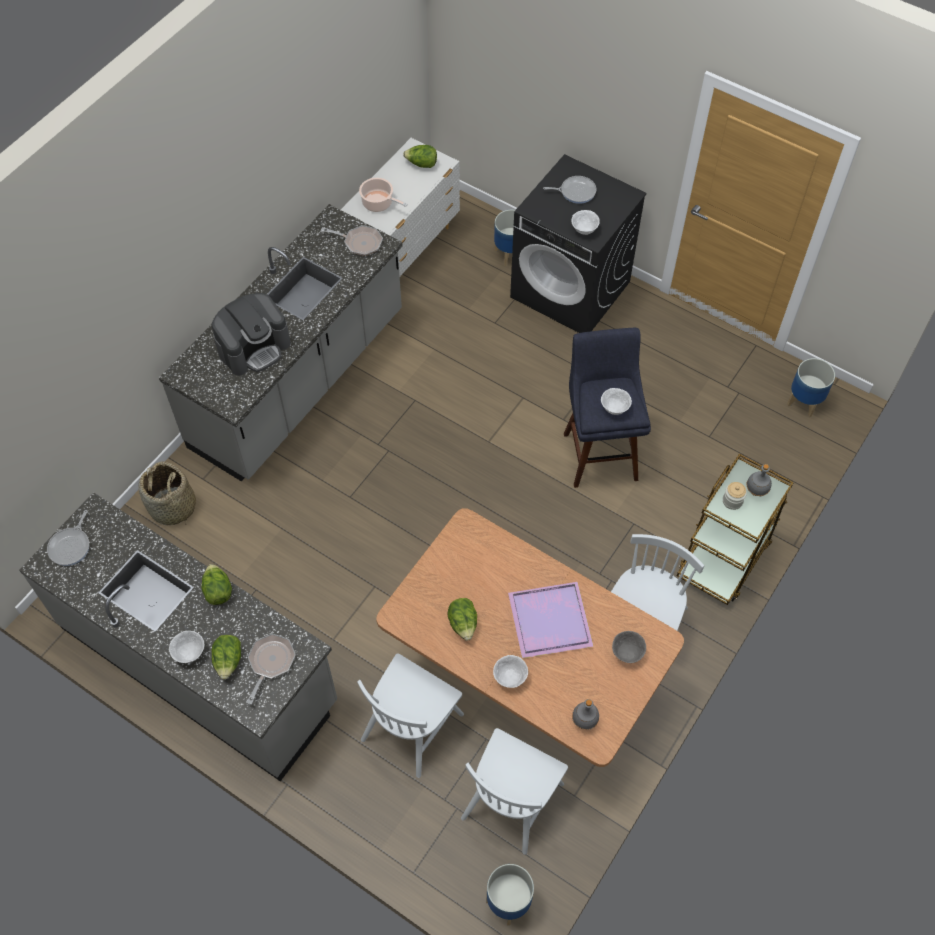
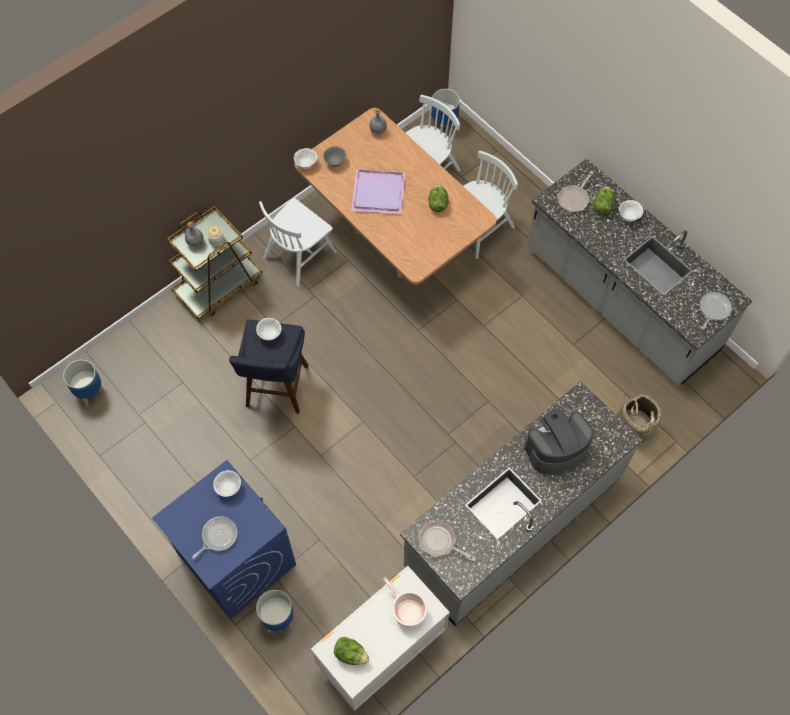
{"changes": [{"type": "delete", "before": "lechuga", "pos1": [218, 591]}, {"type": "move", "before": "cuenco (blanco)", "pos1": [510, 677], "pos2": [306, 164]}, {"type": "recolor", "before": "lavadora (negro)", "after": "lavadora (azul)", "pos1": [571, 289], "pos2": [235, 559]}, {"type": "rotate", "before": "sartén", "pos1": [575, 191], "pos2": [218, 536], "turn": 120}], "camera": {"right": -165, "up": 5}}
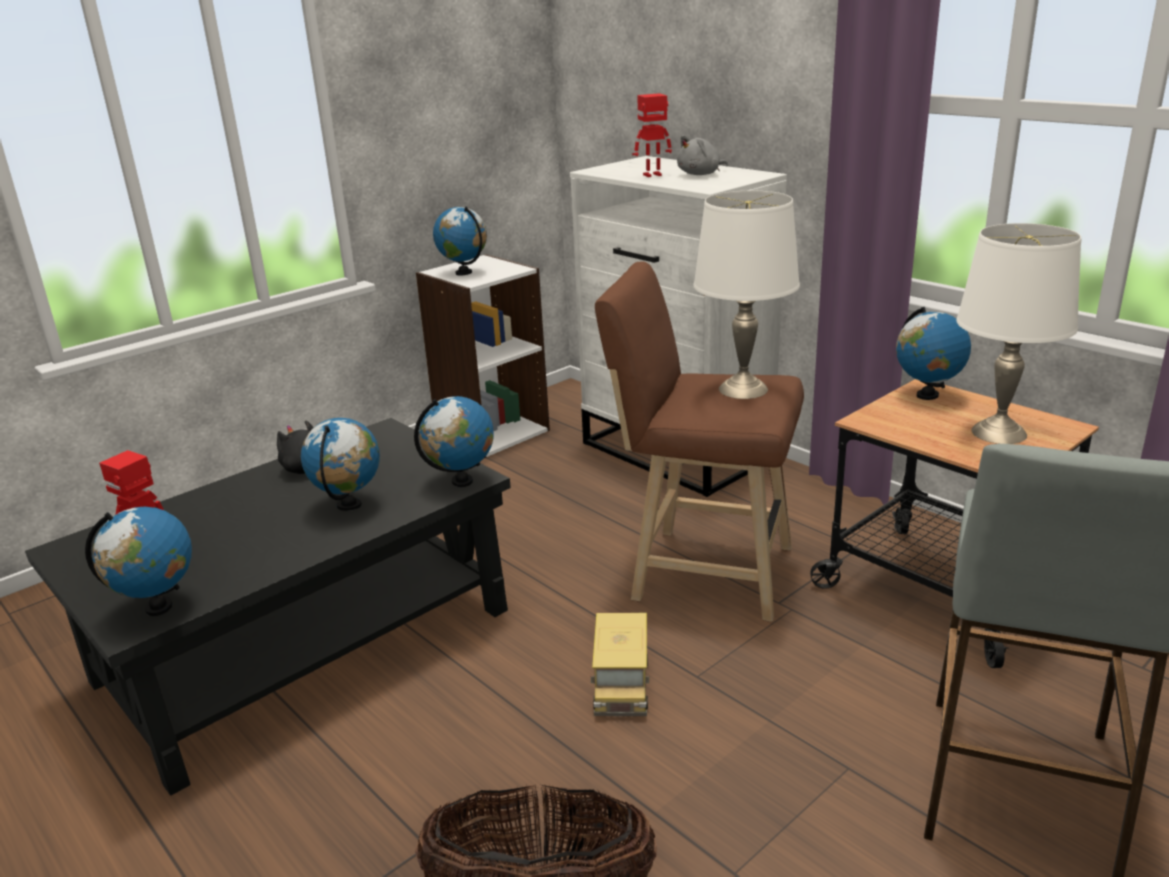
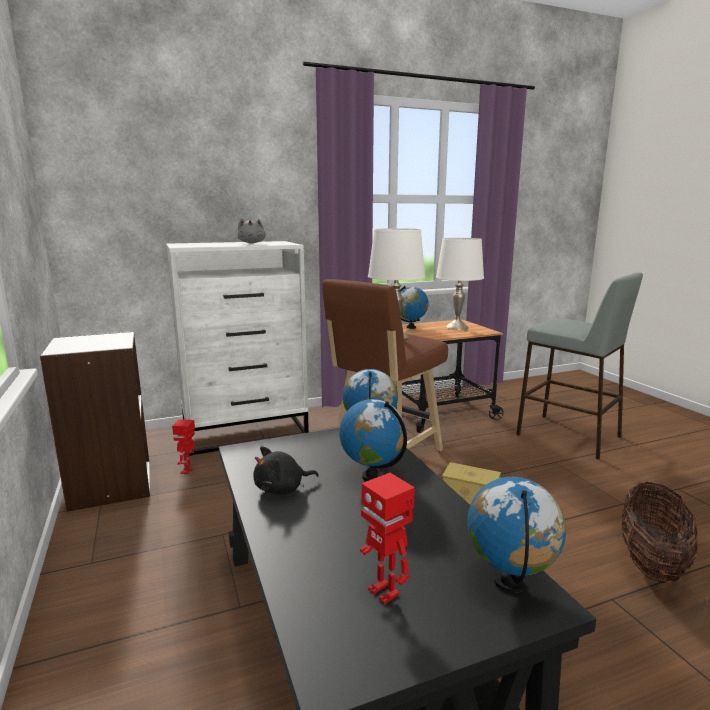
{"changes": [{"type": "delete", "before": "globo terráqueo", "pos1": [464, 273]}, {"type": "move", "before": "robot de juguete", "pos1": [653, 175], "pos2": [187, 471]}], "camera": {"right": -70, "up": -10}}
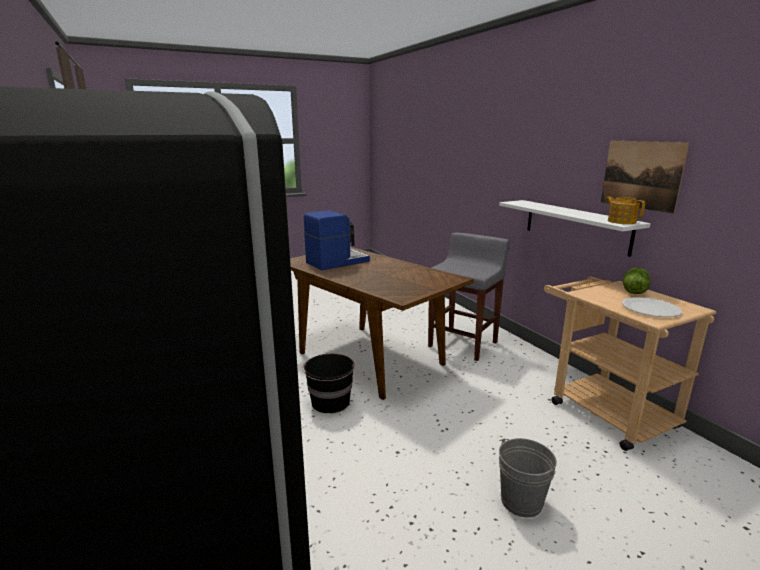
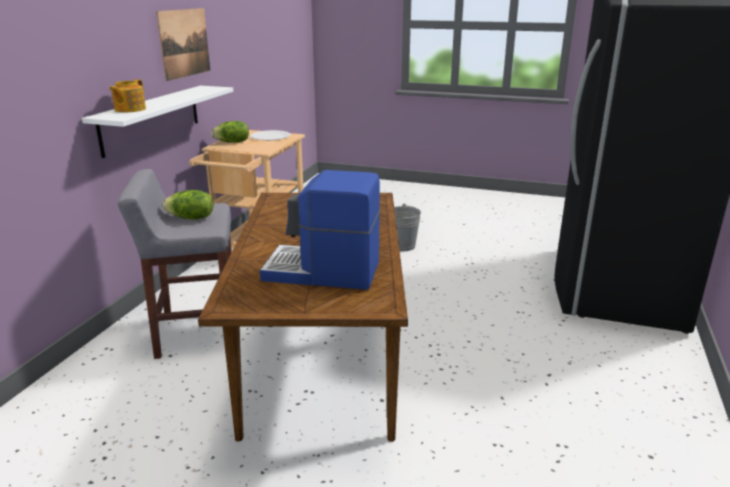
{"changes": [{"type": "delete", "before": "cubo (negro)", "pos1": [330, 402]}, {"type": "insert", "after": "lechuga", "pos2": [191, 218]}, {"type": "move", "before": "tetera", "pos1": [621, 221], "pos2": [129, 109]}], "camera": {"right": -135, "up": 5}}
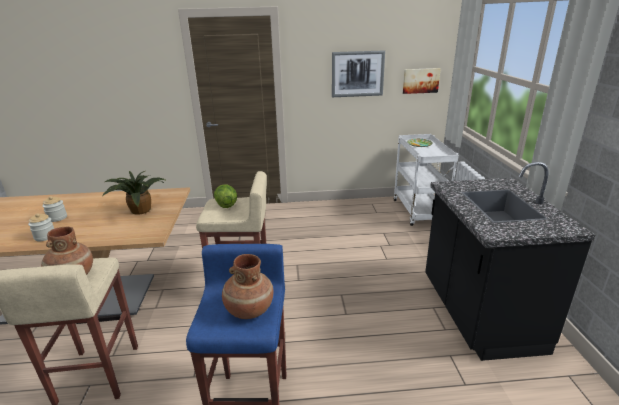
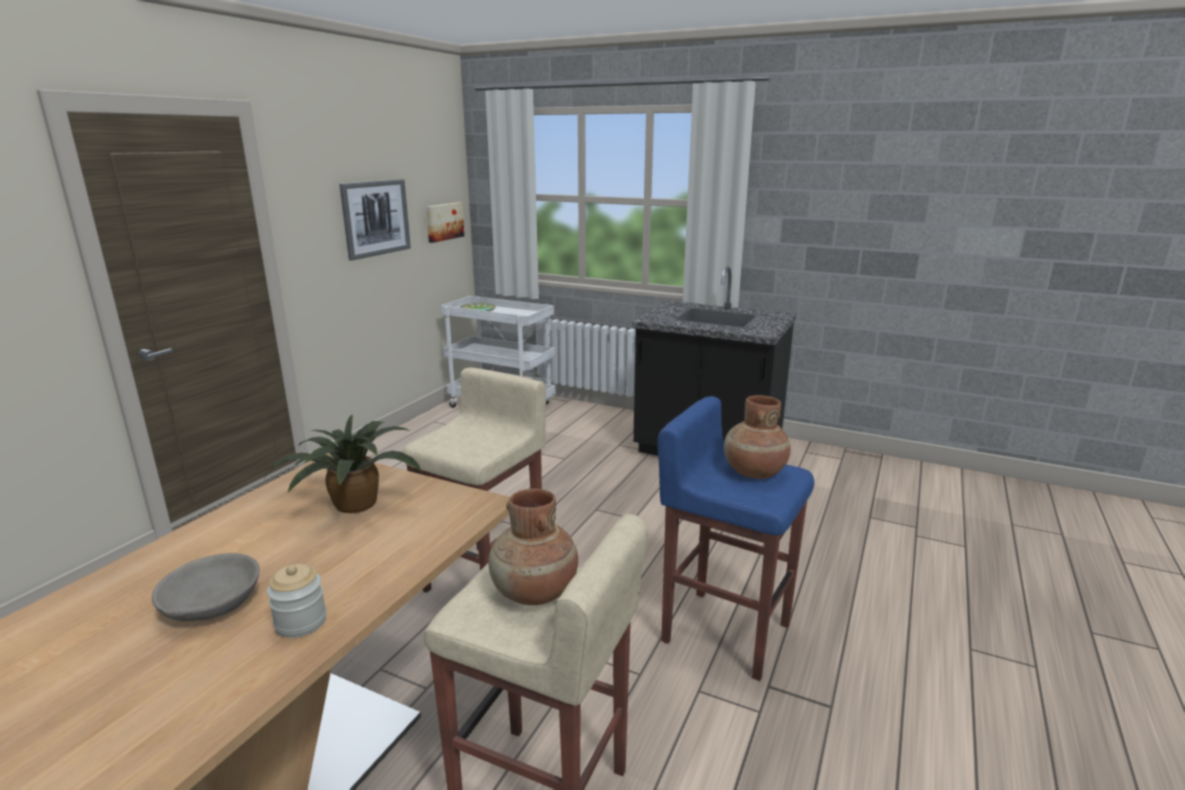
{"changes": [{"type": "delete", "before": "lechuga", "pos1": [226, 204]}, {"type": "replace", "before": "tarro", "after": "cuenco (gris)", "pos1": [57, 218], "pos2": [213, 604]}], "camera": {"right": -60, "up": -5}}
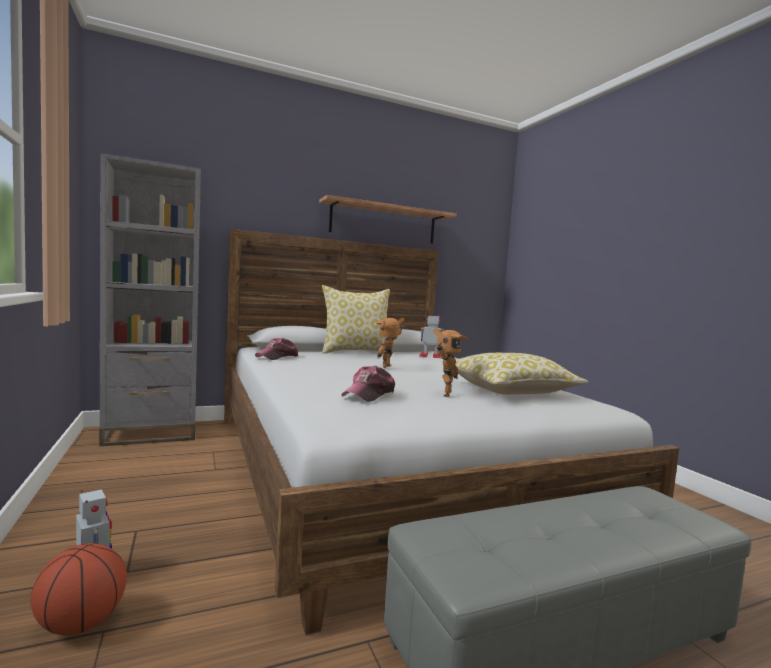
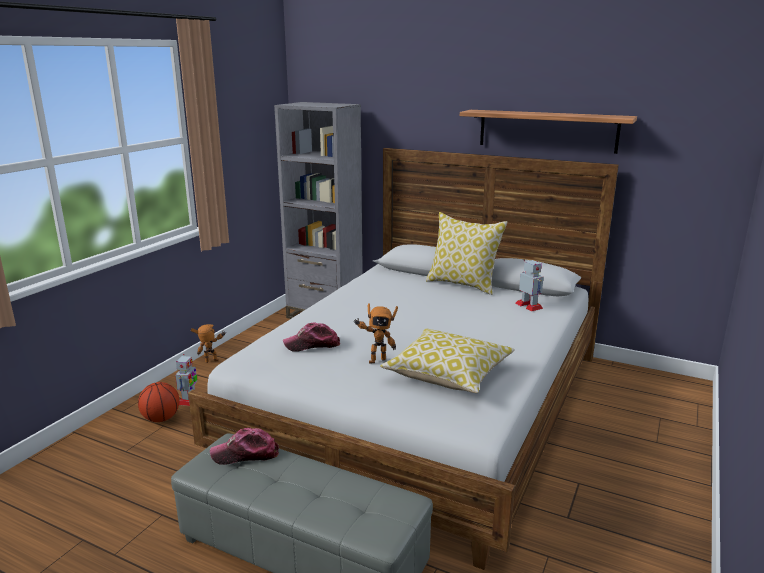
{"changes": [{"type": "move", "before": "gorra", "pos1": [277, 357], "pos2": [246, 454]}, {"type": "move", "before": "robot de juguete", "pos1": [389, 367], "pos2": [212, 362]}], "camera": {"right": 50, "up": 15}}
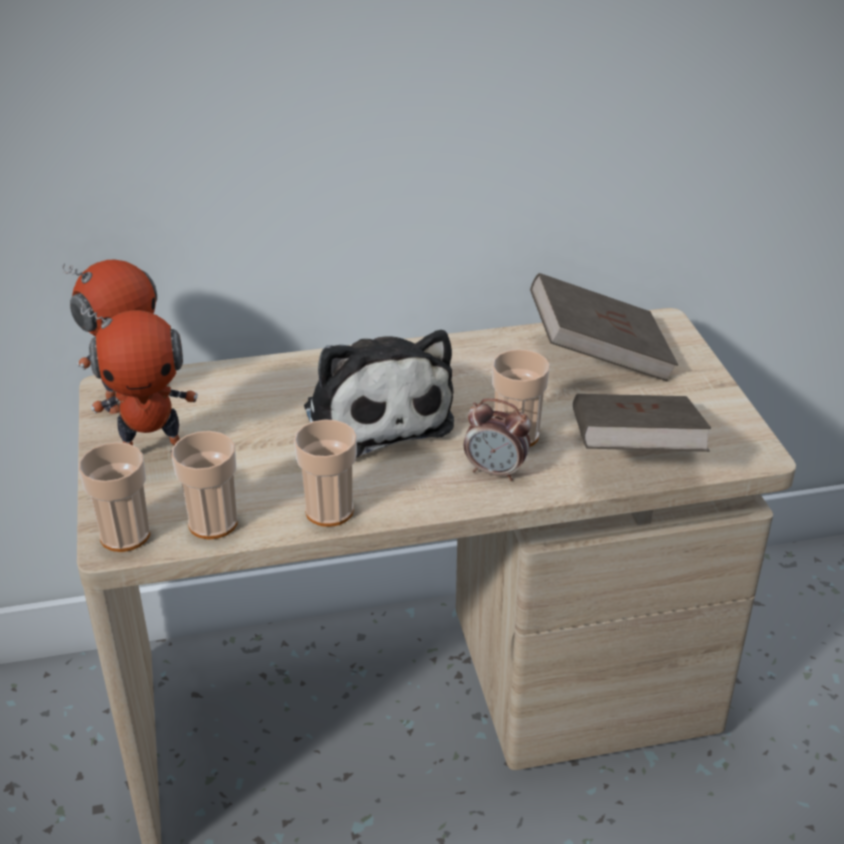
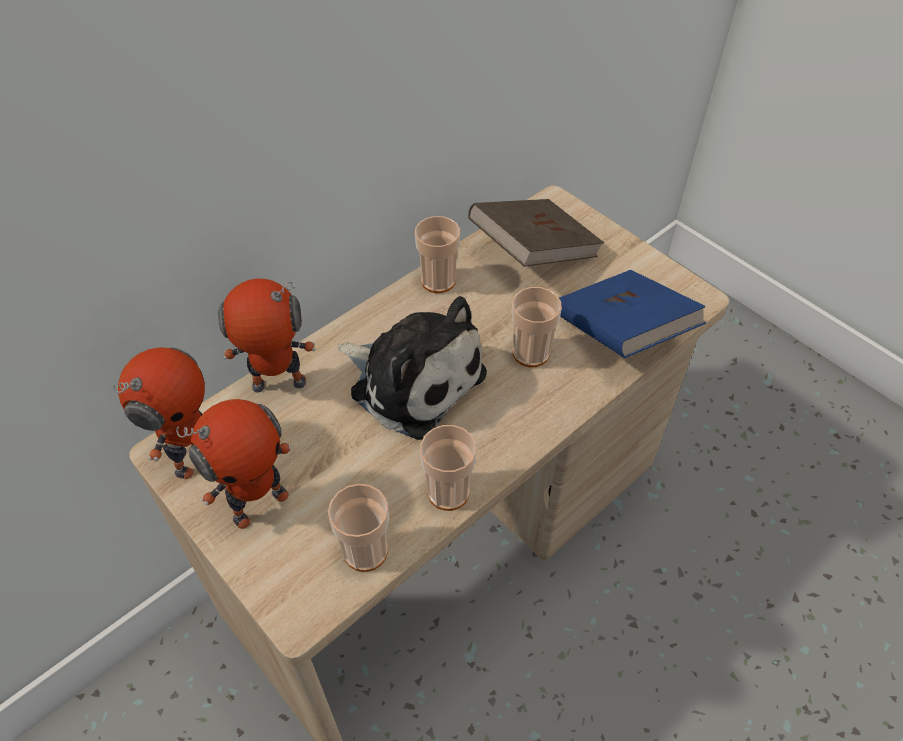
{"changes": [{"type": "delete", "before": "despertador", "pos1": [496, 472]}, {"type": "insert", "after": "robot de juguete", "pos2": [278, 386]}, {"type": "move", "before": "taza", "pos1": [125, 535], "pos2": [438, 281]}, {"type": "recolor", "before": "libro (marrón)", "after": "libro (azul)", "pos1": [633, 453], "pos2": [621, 333]}], "camera": {"right": -30, "up": 15}}
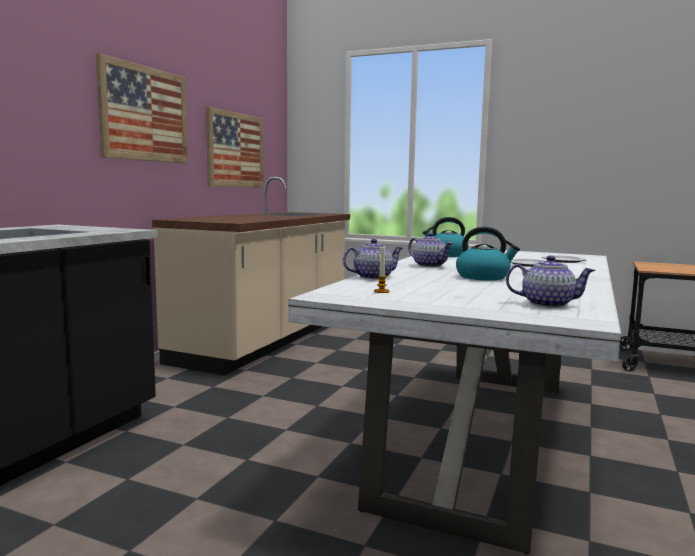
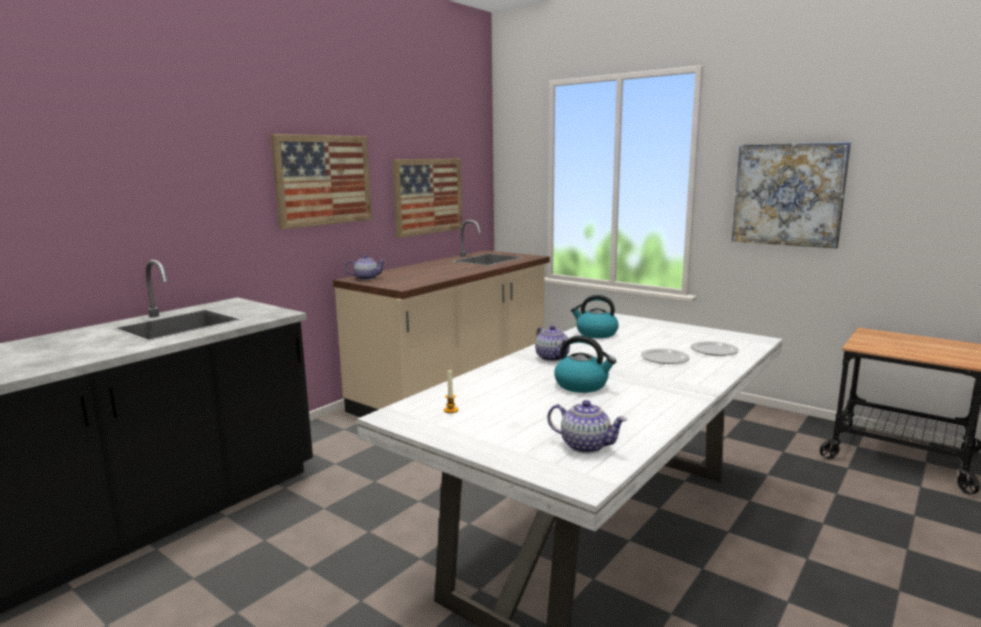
{"changes": [{"type": "insert", "after": "cuadro", "pos2": [788, 194]}, {"type": "move", "before": "tetera", "pos1": [372, 277], "pos2": [366, 278]}], "camera": {"right": 15, "up": 5}}
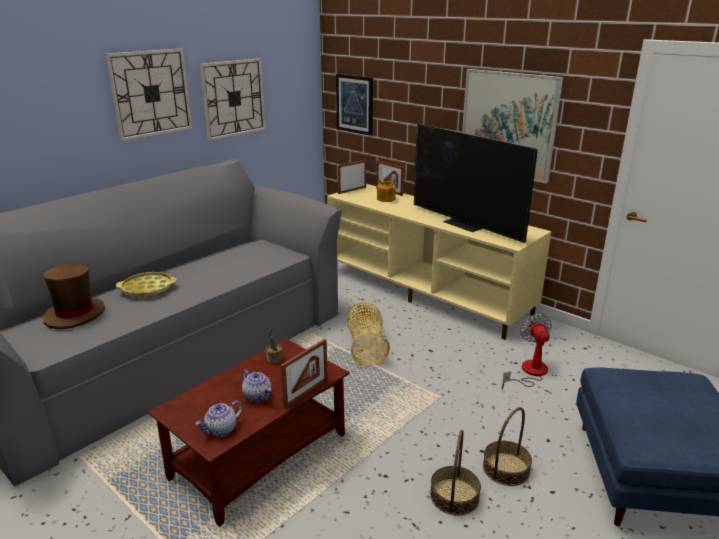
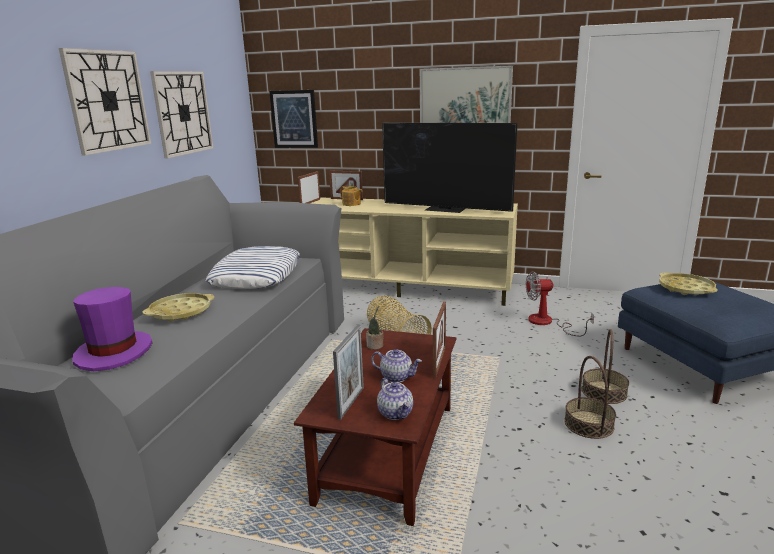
{"changes": [{"type": "insert", "after": "cojín", "pos2": [256, 275]}, {"type": "insert", "after": "portarretratos", "pos2": [351, 403]}, {"type": "insert", "after": "bandeja (amarillo)", "pos2": [686, 288]}, {"type": "recolor", "before": "sombrero (marrón)", "after": "sombrero (morado)", "pos1": [75, 314], "pos2": [114, 352]}, {"type": "rotate", "before": "tetera", "pos1": [221, 430], "pos2": [396, 413], "turn": -45}, {"type": "rotate", "before": "ventilador", "pos1": [529, 373], "pos2": [547, 323], "turn": -60}], "camera": {"right": -25, "up": -5}}
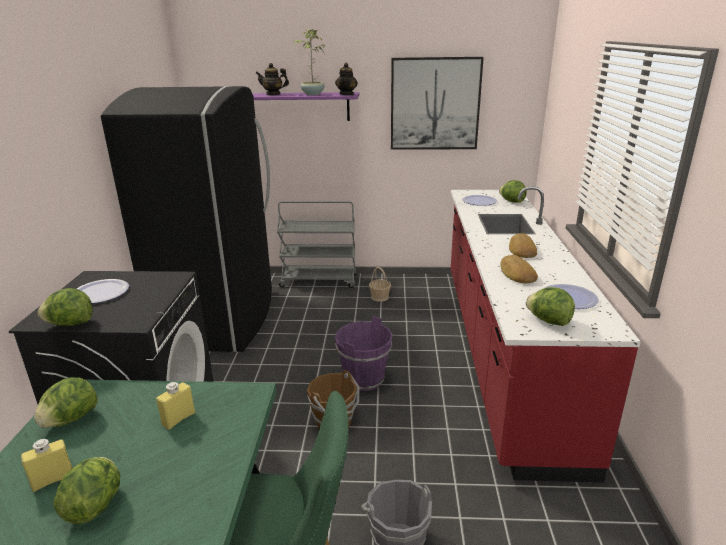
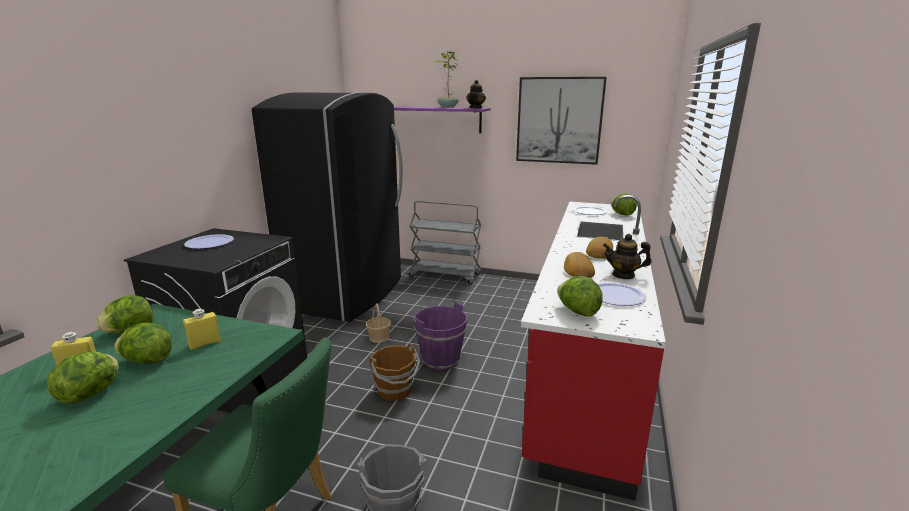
{"changes": [{"type": "move", "before": "lechuga", "pos1": [70, 324], "pos2": [147, 361]}, {"type": "move", "before": "tetera", "pos1": [273, 94], "pos2": [623, 275]}, {"type": "move", "before": "cesta", "pos1": [380, 297], "pos2": [379, 337]}], "camera": {"right": 15, "up": -5}}
